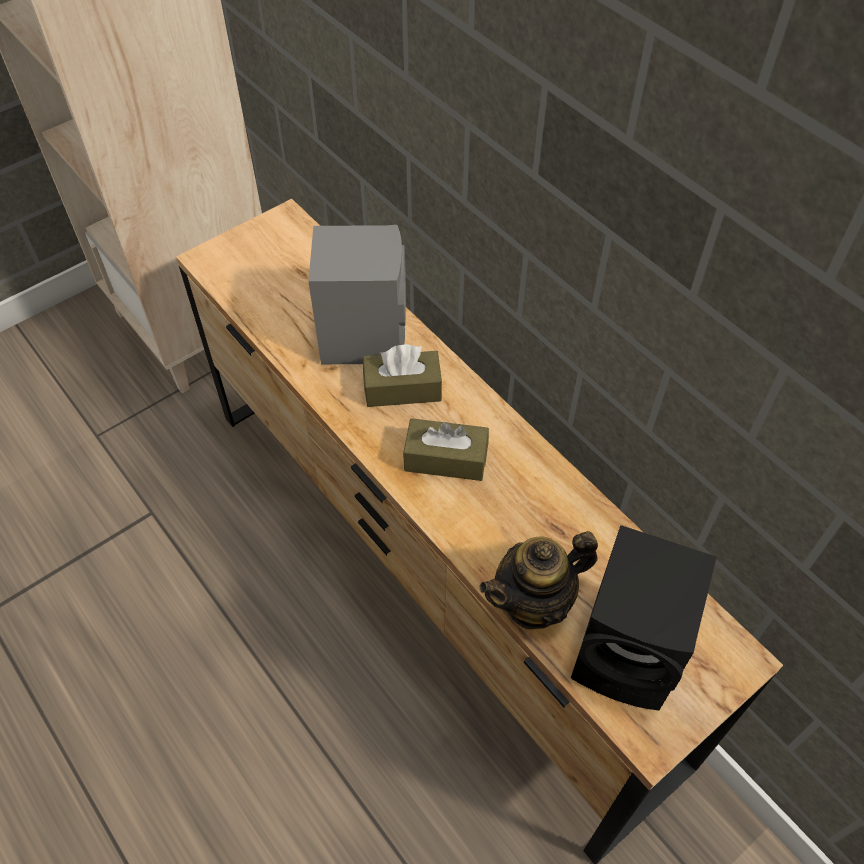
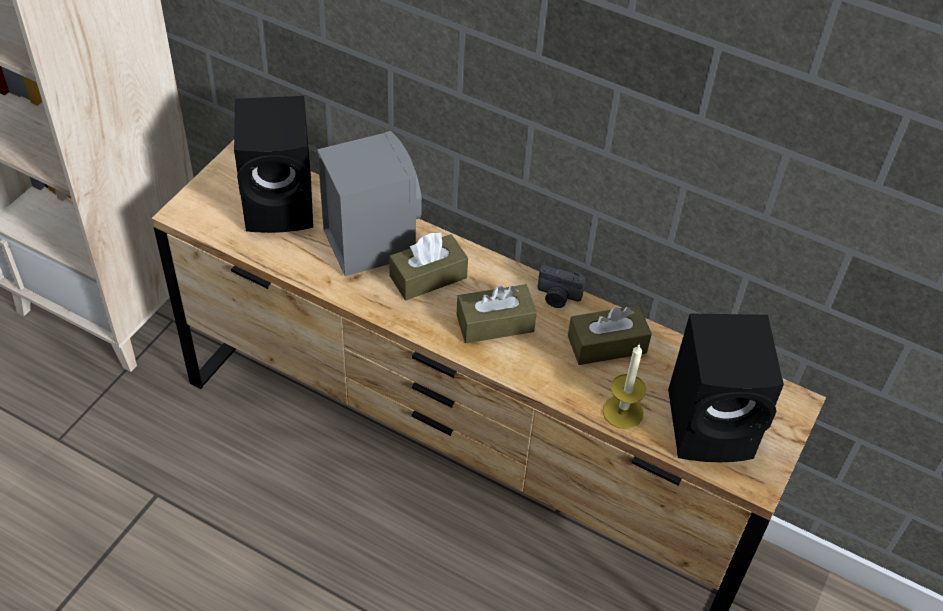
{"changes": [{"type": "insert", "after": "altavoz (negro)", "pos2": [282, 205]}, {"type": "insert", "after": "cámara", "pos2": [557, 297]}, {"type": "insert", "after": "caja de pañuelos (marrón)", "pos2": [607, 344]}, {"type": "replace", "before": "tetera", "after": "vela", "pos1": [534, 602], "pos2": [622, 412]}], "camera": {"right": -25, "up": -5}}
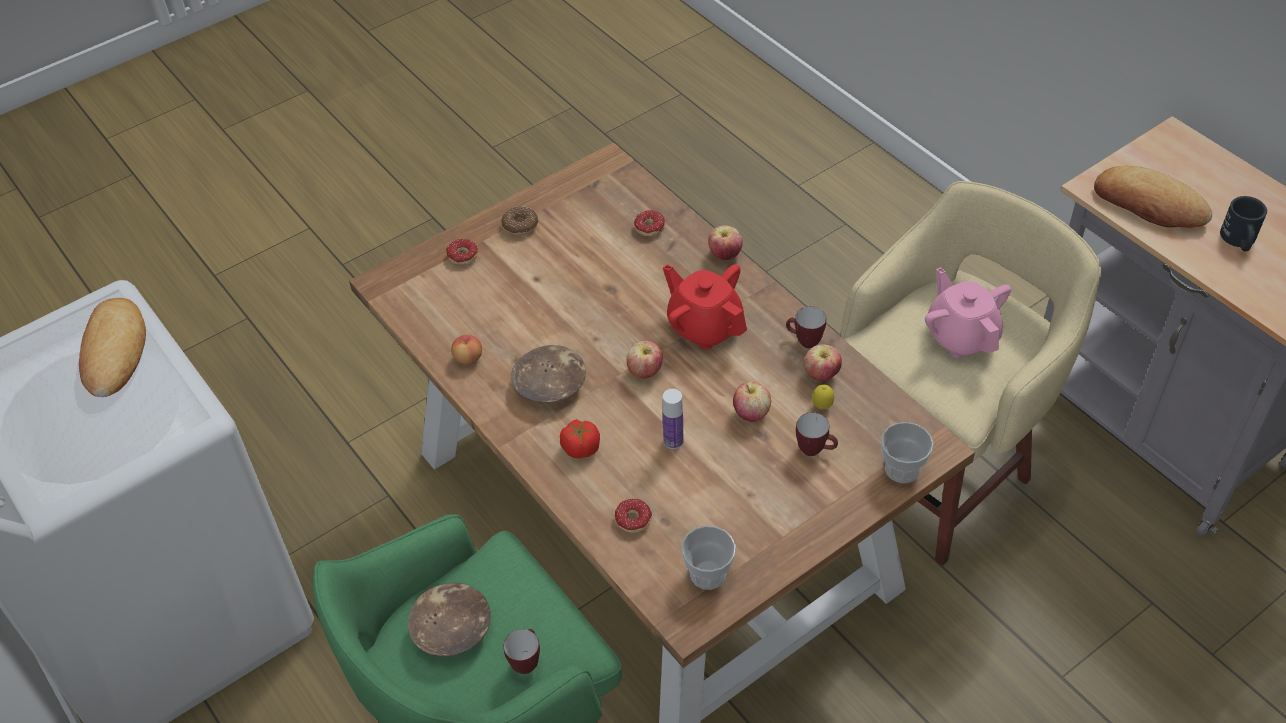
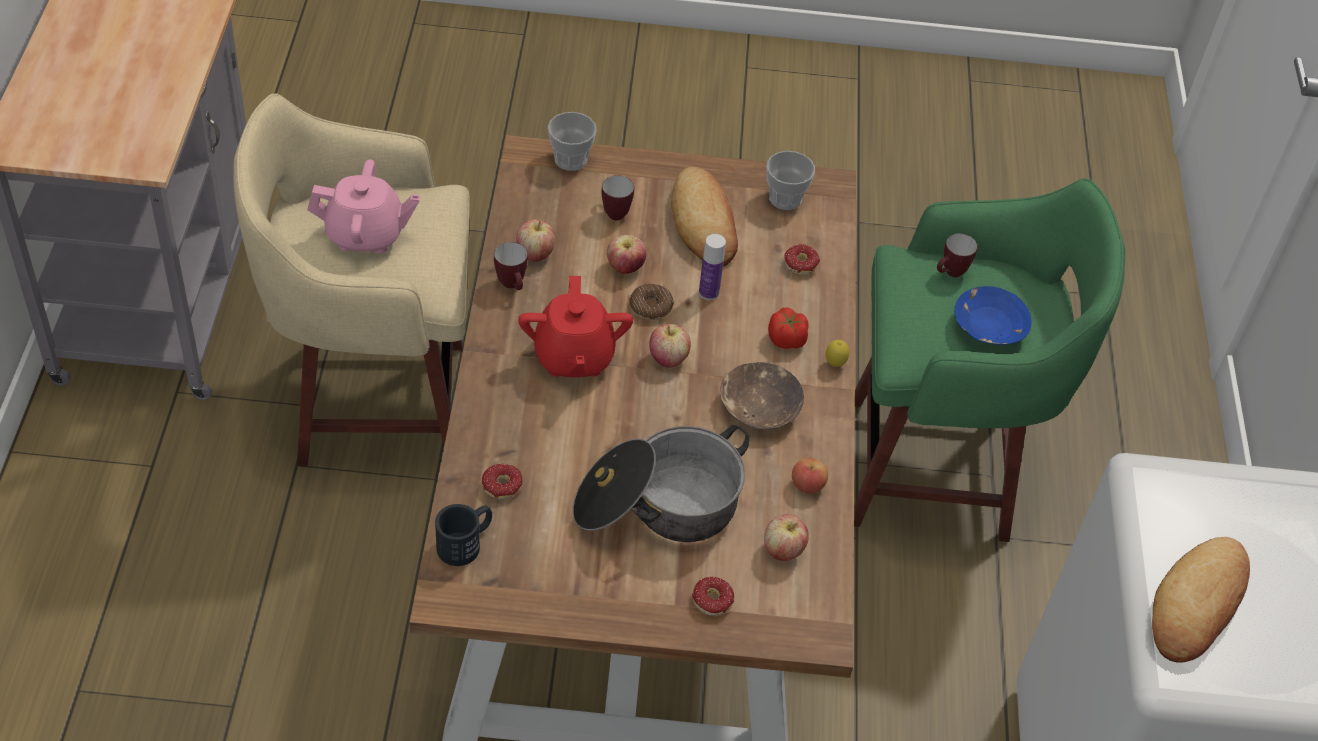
{"changes": [{"type": "insert", "after": "olla", "pos2": [658, 506]}, {"type": "move", "before": "rosquilla", "pos1": [520, 225], "pos2": [650, 307]}, {"type": "move", "before": "manzana", "pos1": [725, 255], "pos2": [783, 550]}, {"type": "move", "before": "limón", "pos1": [822, 407], "pos2": [835, 364]}, {"type": "move", "before": "pan", "pos1": [1149, 205], "pos2": [704, 223]}, {"type": "move", "before": "taza grande (negro)", "pos1": [1239, 241], "pos2": [466, 543]}, {"type": "recolor", "before": "cuenco (marrón)", "after": "cuenco (azul)", "pos1": [452, 628], "pos2": [988, 328]}, {"type": "rotate", "before": "tetera (rosa)", "pos1": [961, 336], "pos2": [366, 235], "turn": -105}], "camera": {"right": -145, "up": 0}}
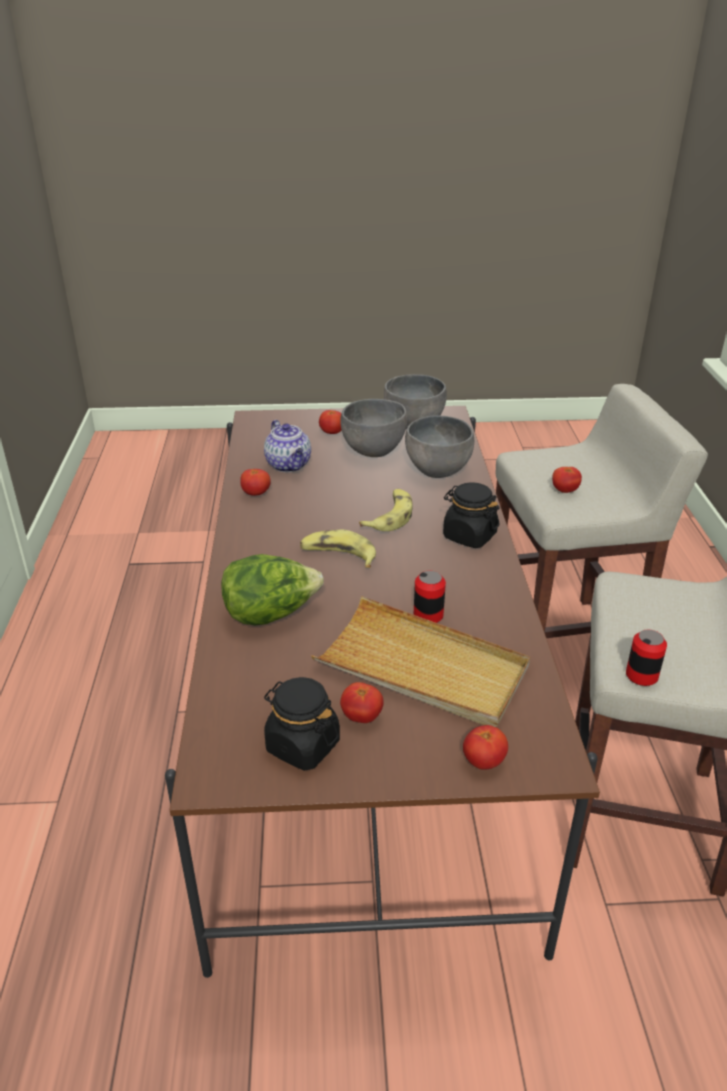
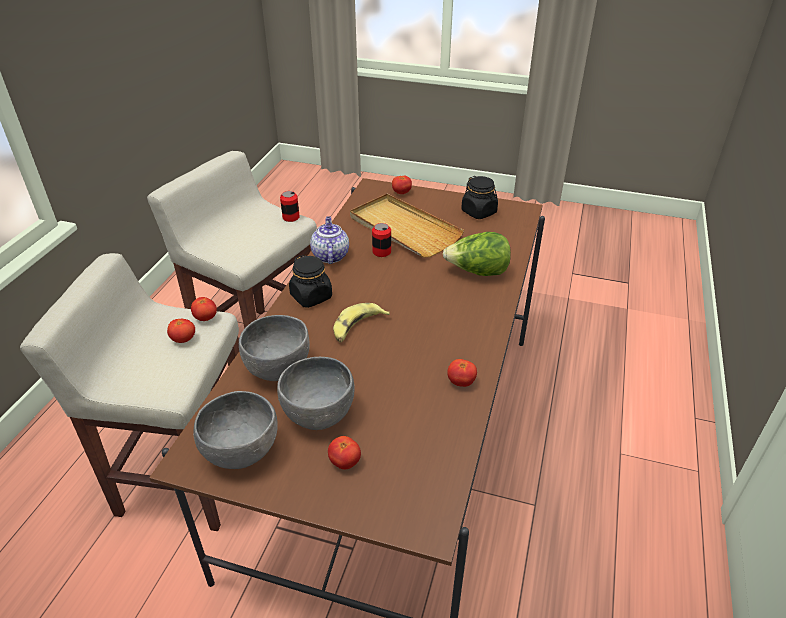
{"changes": [{"type": "delete", "before": "plátano", "pos1": [338, 556]}, {"type": "move", "before": "tetera", "pos1": [289, 465], "pos2": [330, 255]}, {"type": "move", "before": "tomate", "pos1": [362, 717], "pos2": [206, 318]}], "camera": {"right": -160, "up": 5}}
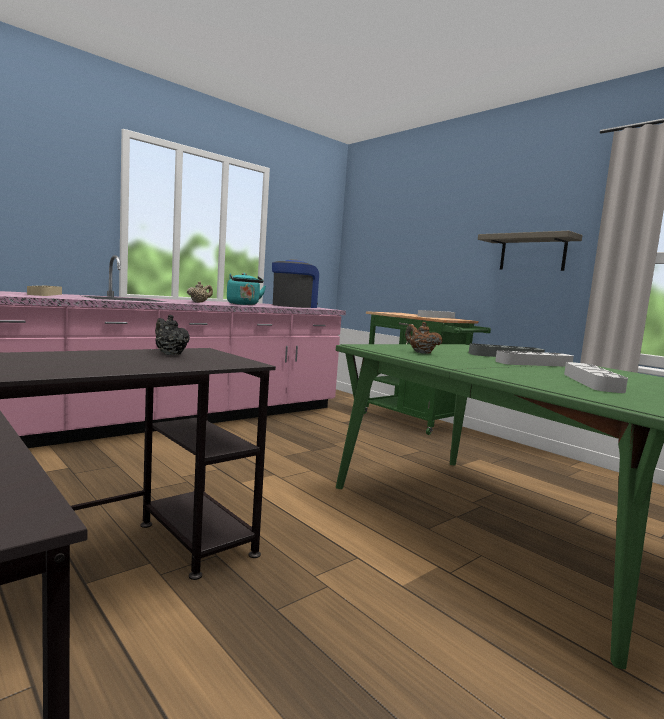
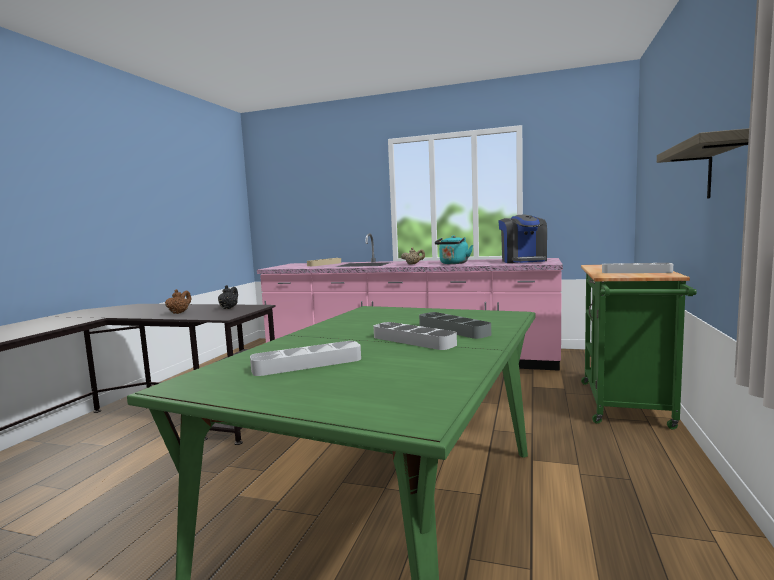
{"changes": [{"type": "move", "before": "tetera (marrón)", "pos1": [421, 352], "pos2": [179, 313]}, {"type": "rotate", "before": "cafetera", "pos1": [294, 306], "pos2": [523, 261], "turn": 90}], "camera": {"right": 60, "up": 0}}
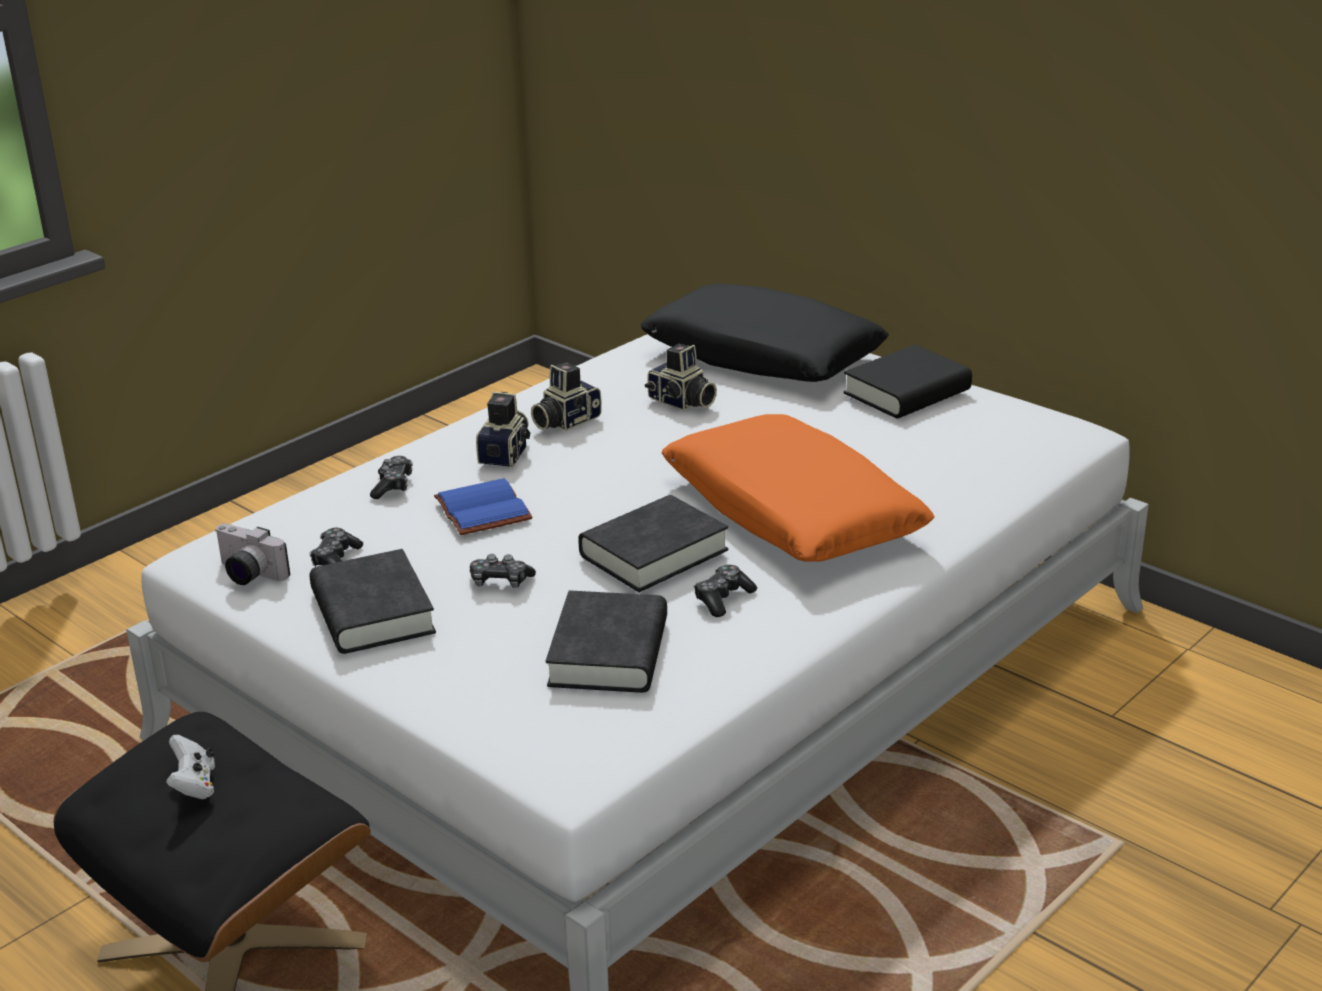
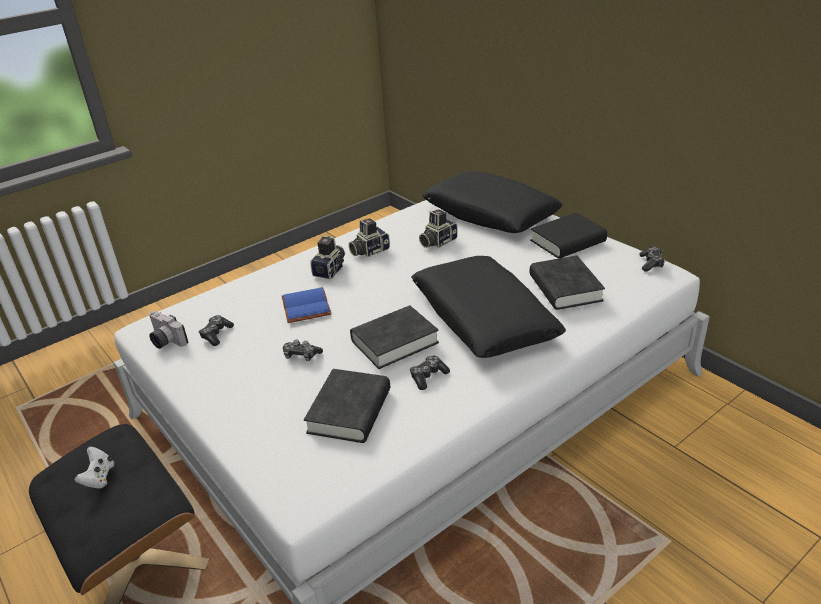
{"changes": [{"type": "move", "before": "libro (negro)", "pos1": [372, 613], "pos2": [565, 288]}, {"type": "move", "before": "mando de consola", "pos1": [393, 485], "pos2": [651, 263]}, {"type": "recolor", "before": "cojín (naranja)", "after": "cojín (negro)", "pos1": [791, 512], "pos2": [483, 318]}, {"type": "rotate", "before": "cámara", "pos1": [681, 402], "pos2": [437, 241], "turn": 90}], "camera": {"right": 10, "up": 5}}
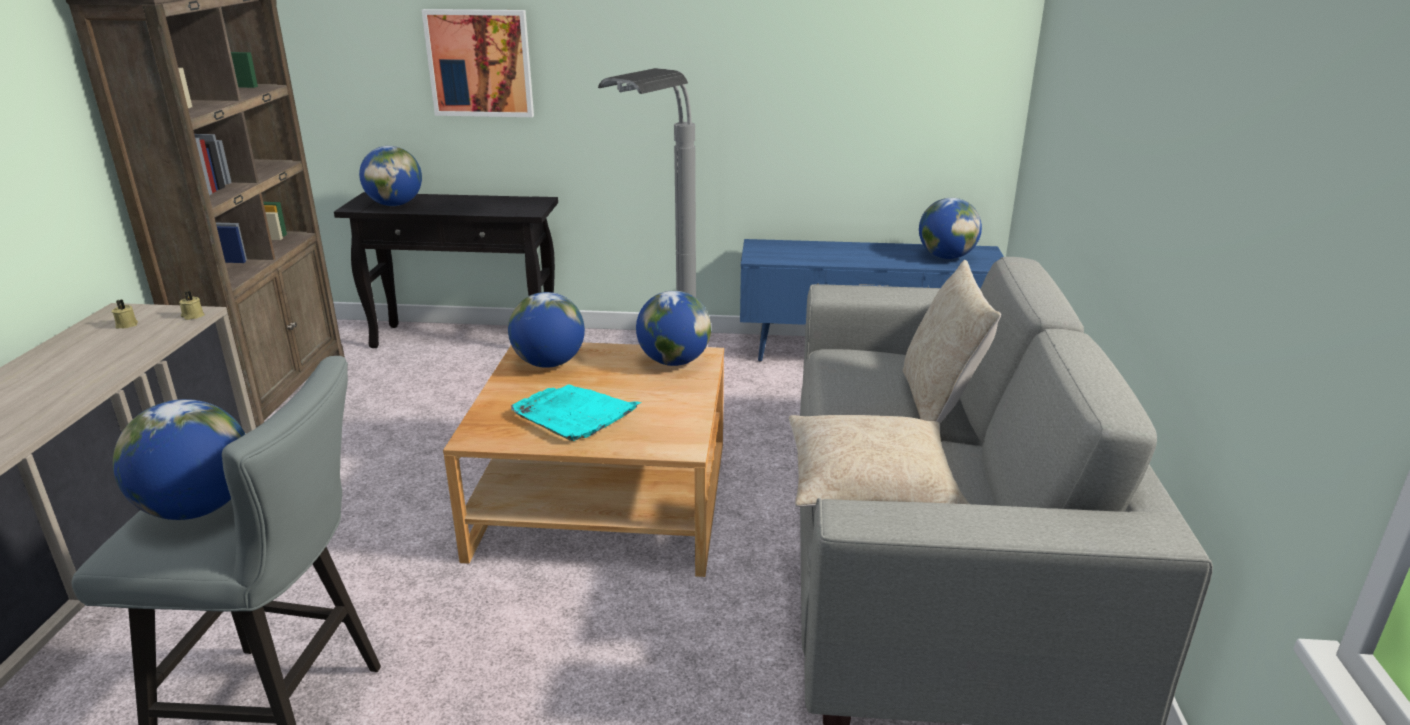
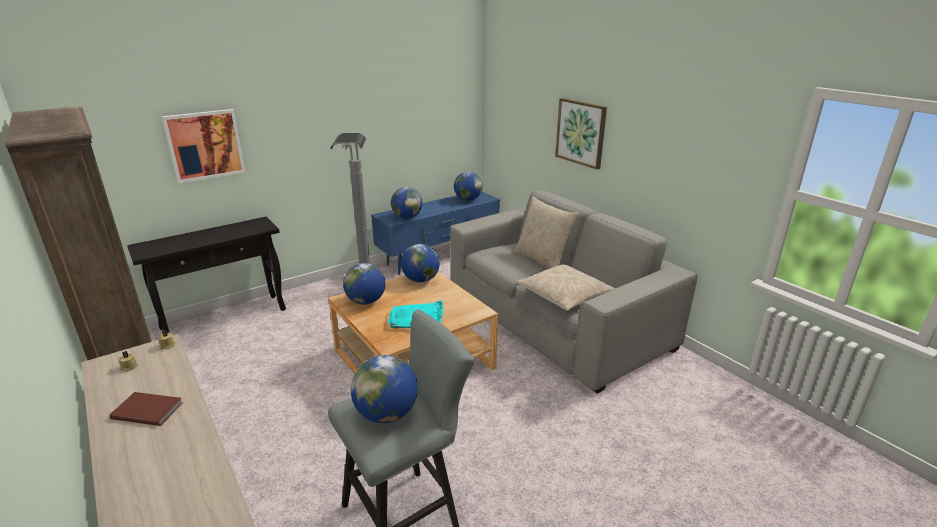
{"changes": [{"type": "insert", "after": "libro (marrón)", "pos2": [148, 410]}, {"type": "insert", "after": "cuadro", "pos2": [581, 132]}, {"type": "move", "before": "globo terráqueo", "pos1": [395, 204], "pos2": [407, 217]}], "camera": {"right": -40, "up": 0}}
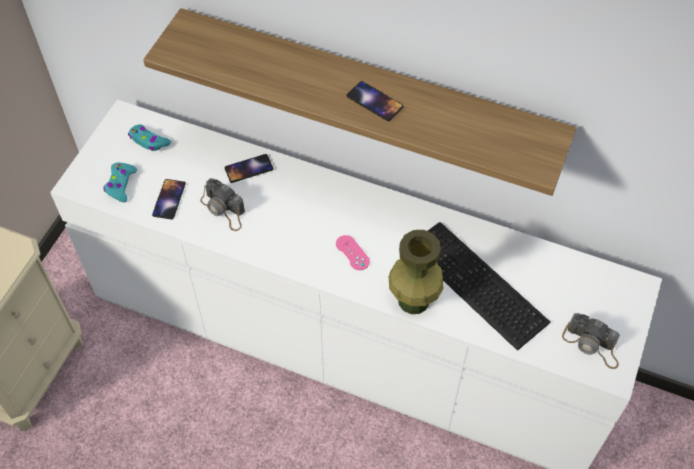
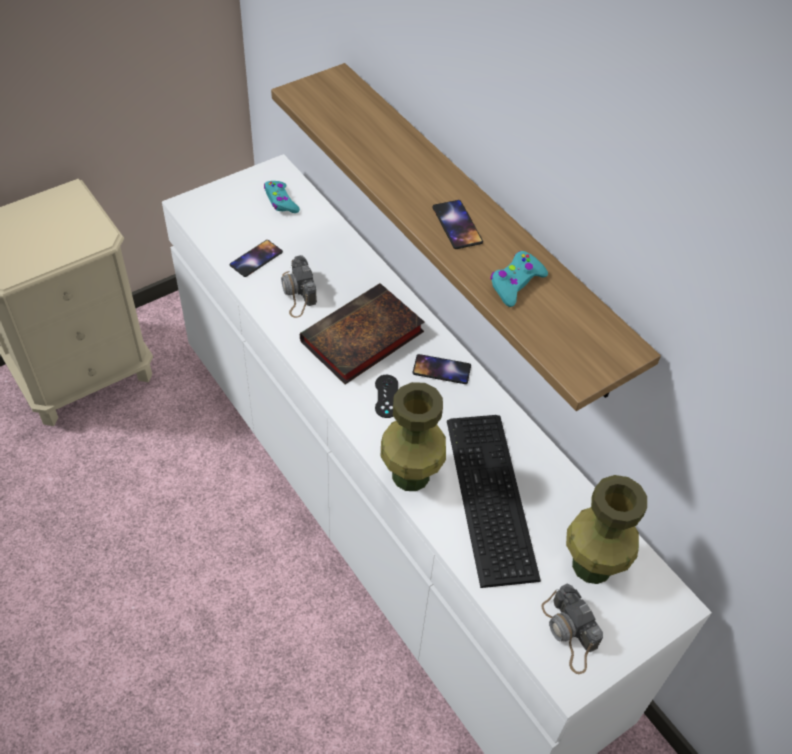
{"changes": [{"type": "insert", "after": "libro", "pos2": [361, 340]}, {"type": "insert", "after": "florero (verde)", "pos2": [591, 565]}, {"type": "move", "before": "mando de consola (turquesa)", "pos1": [121, 185], "pos2": [515, 283]}, {"type": "move", "before": "móvil", "pos1": [249, 169], "pos2": [441, 370]}, {"type": "recolor", "before": "mando de consola (rosa)", "after": "mando de consola (negro)", "pos1": [352, 253], "pos2": [386, 396]}], "camera": {"right": 30, "up": -5}}
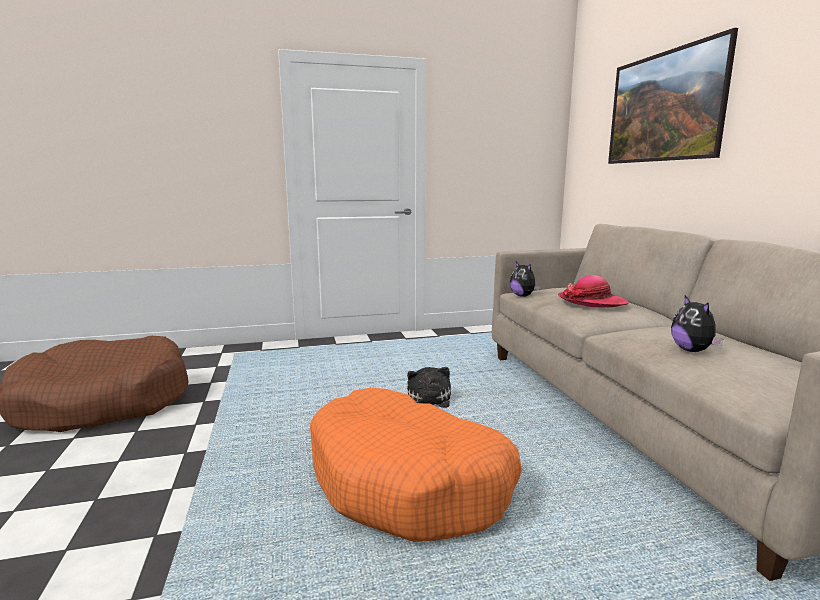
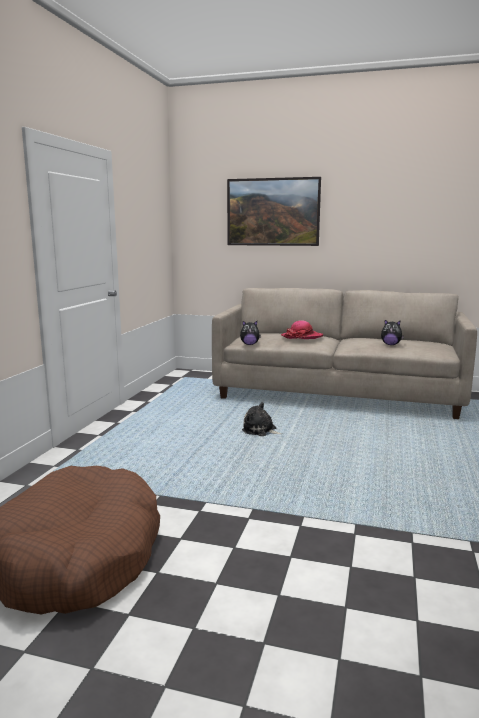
{"changes": [{"type": "delete", "before": "cama para perro (naranja)", "pos1": [409, 482]}], "camera": {"right": -60, "up": 0}}
